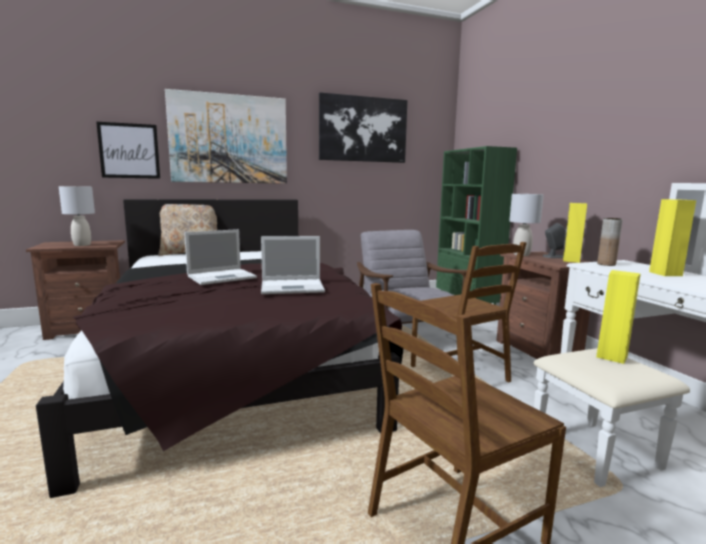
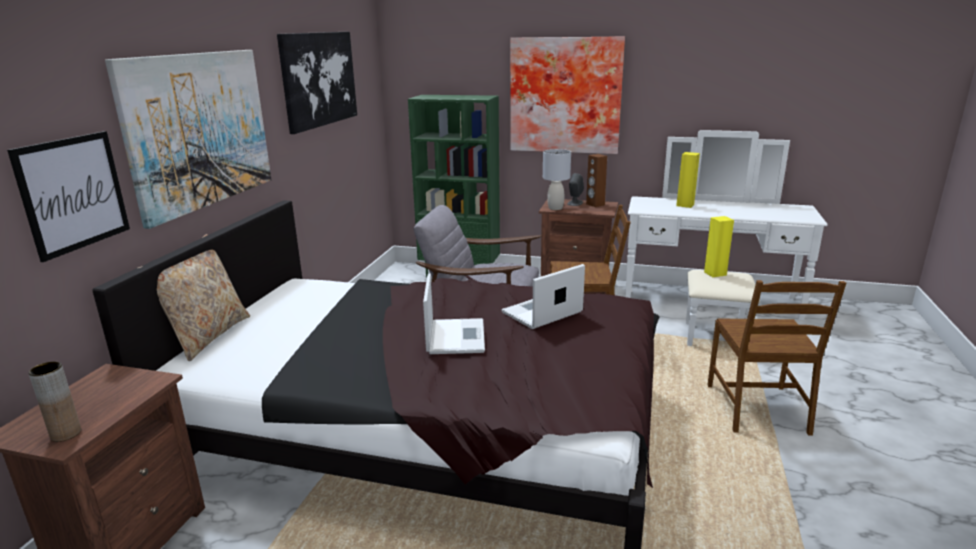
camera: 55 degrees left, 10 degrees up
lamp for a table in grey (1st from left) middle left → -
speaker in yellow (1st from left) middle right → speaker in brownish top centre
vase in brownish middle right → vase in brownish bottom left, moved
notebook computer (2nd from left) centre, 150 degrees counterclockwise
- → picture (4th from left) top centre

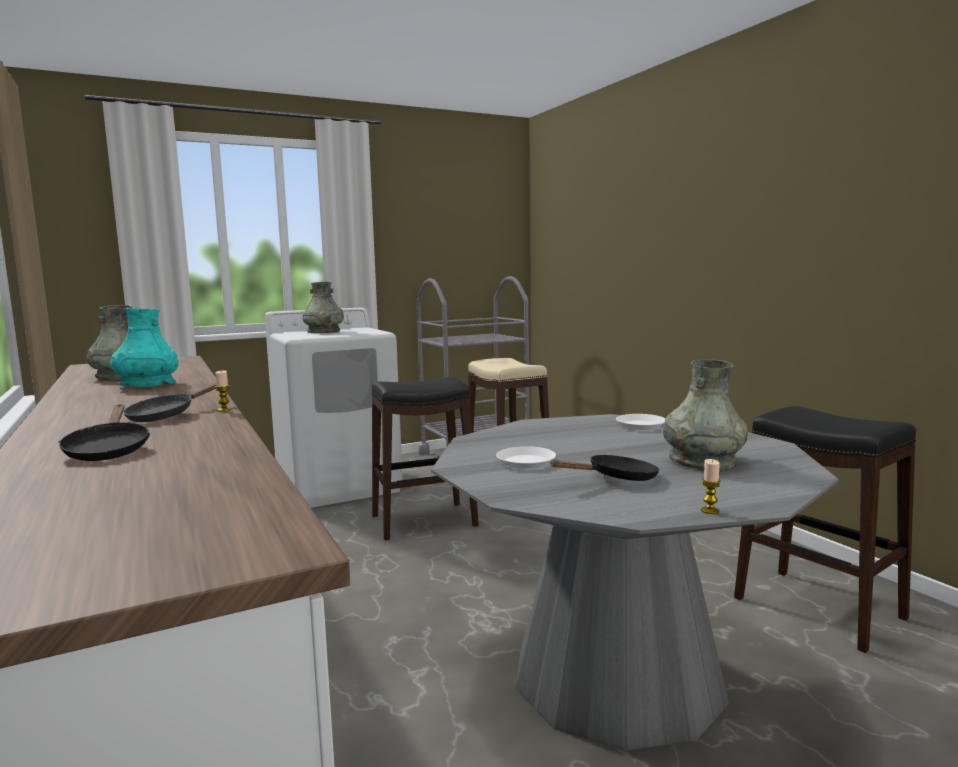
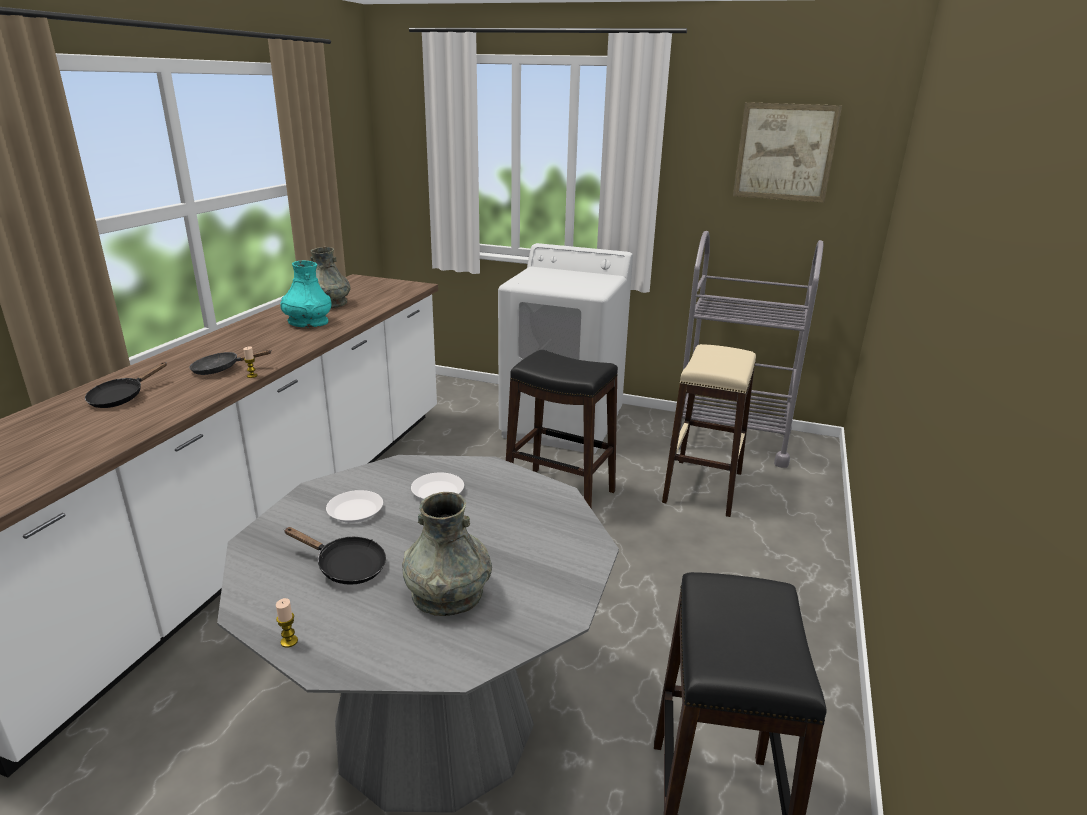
camera: 45 degrees right, 15 degrees up
vase in grey (2nd from left) centre → -
dinner plate in whitish (2nd from left) middle right → dinner plate in whitish (2nd from left) centre, moved
- → picture top right

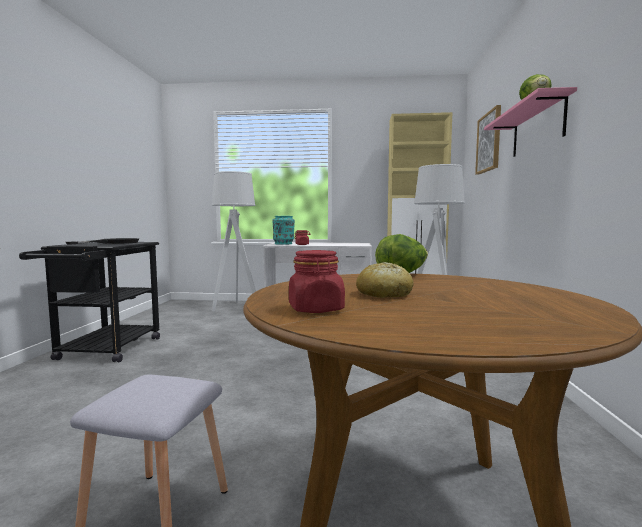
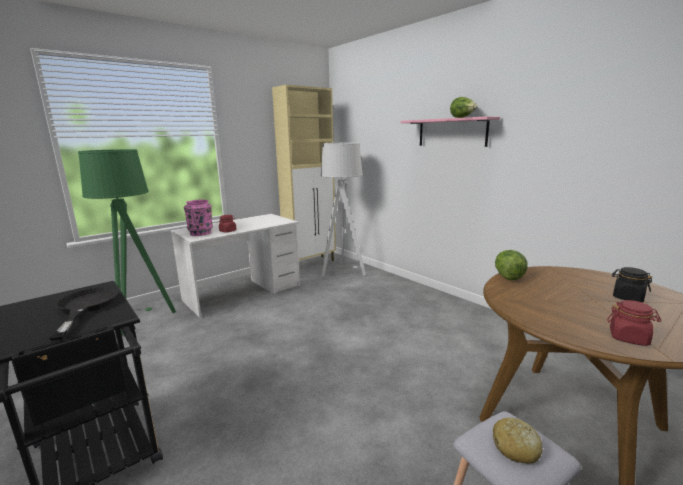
camera: 45 degrees left, 10 degrees up
picture top right → -
floor lamp in grey (1st from left) centre → floor lamp in greenish middle left
vase in blue-green centre → vase in pinkish middle left
bread centre → bread bottom right, moved
- → jar in blackish middle right

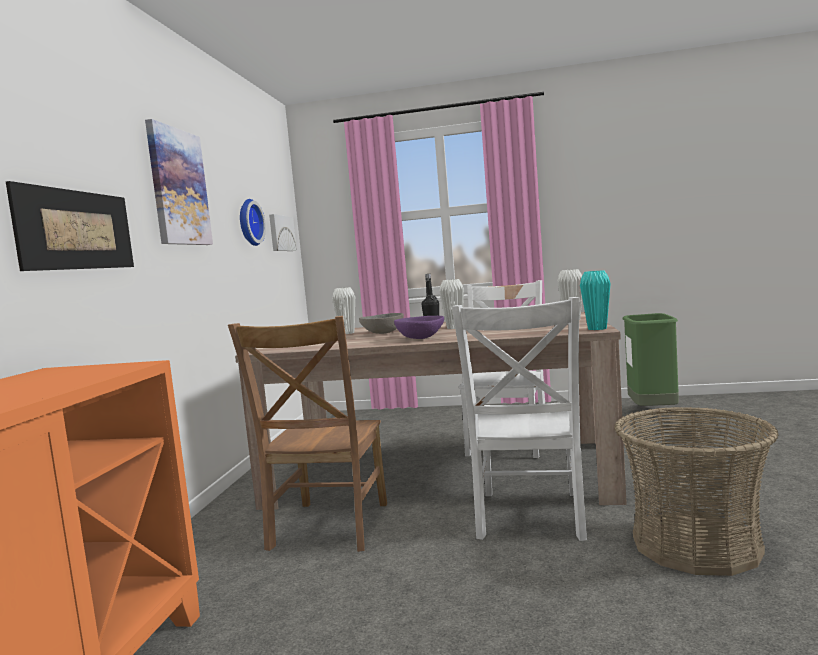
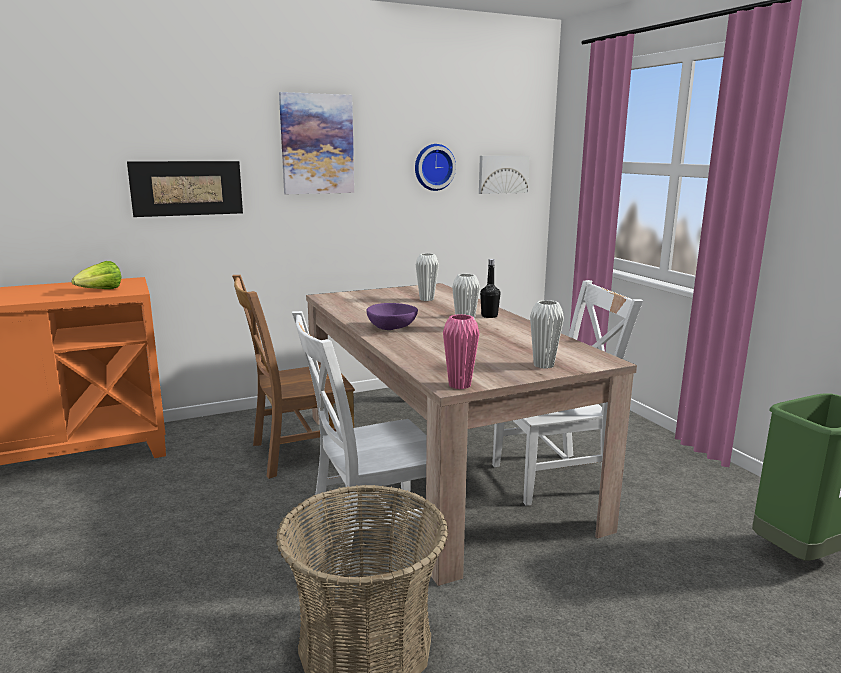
camera: 55 degrees right, 10 degrees up
vase in blue-green middle right → vase in pinkish centre
bowl in grey centre → -
- → lettuce middle left

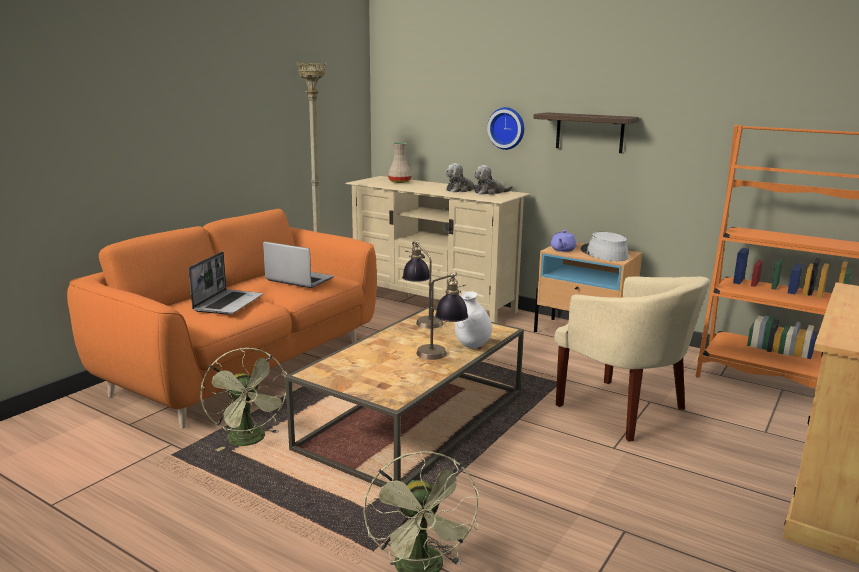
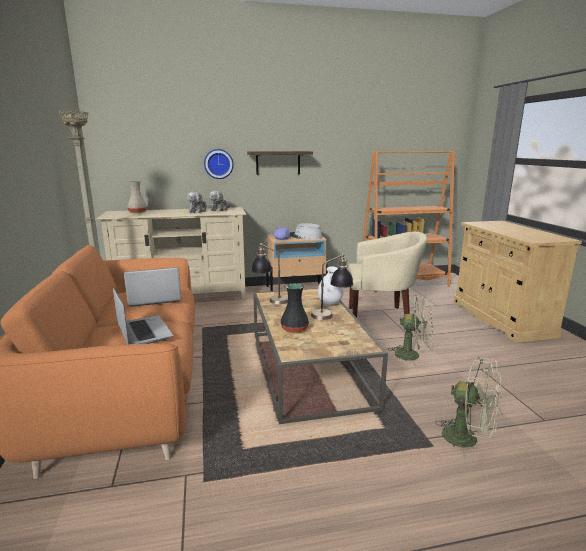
camera: 45 degrees left, 0 degrees up
cooling fan in greenish (1st from left) bottom left → cooling fan in greenish (1st from left) middle right, moved
- → vase in blackish centre

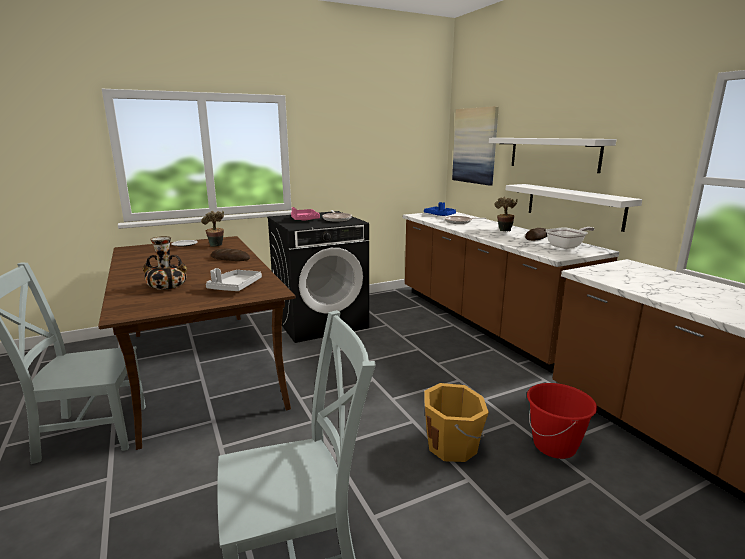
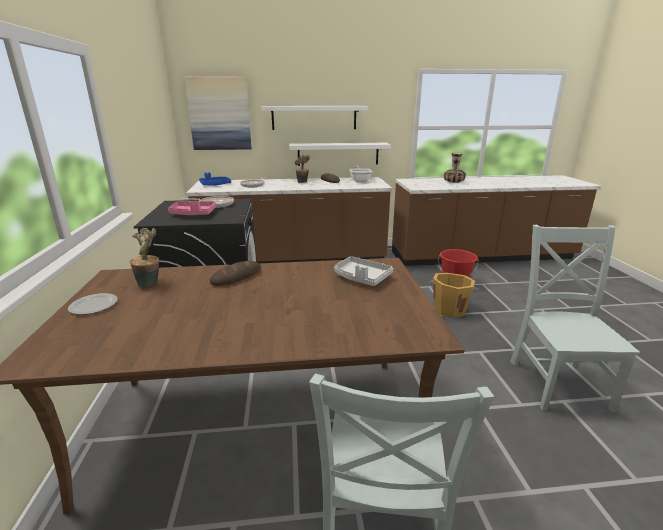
camera: 70 degrees left, 5 degrees up
vase middle left → vase top right, moved

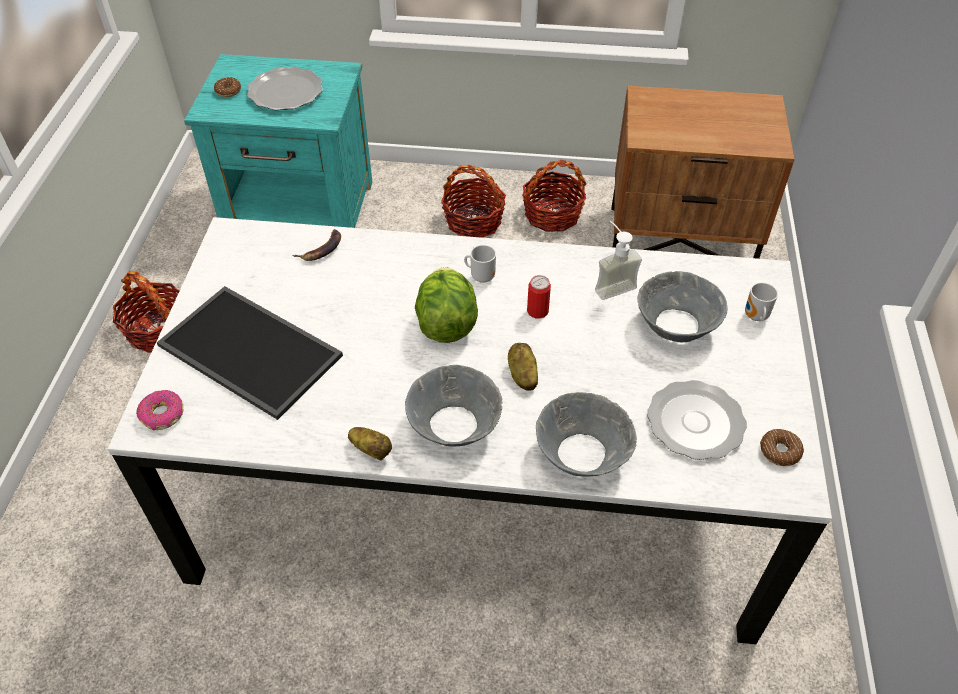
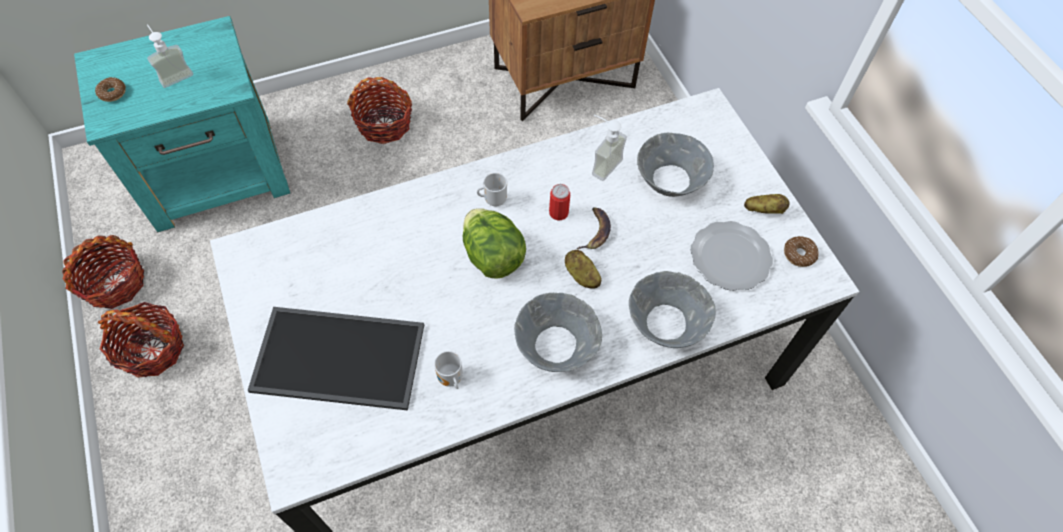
camera: 30 degrees left, 10 degrees up
dinner plate (1st from left) top left → soap bottle (1st from left) top left
household basket (3rd from left in the first image) top centre → household basket (1st from left) middle left, moved
banana fruit middle left → banana fruit centre, moved
mug (2nd from left in the first image) middle right → mug (1st from left) bottom centre, moved
ring doughnut (1st from left) middle left → -
spud (1st from left in the first image) centre → spud (2nd from left) middle right, moved

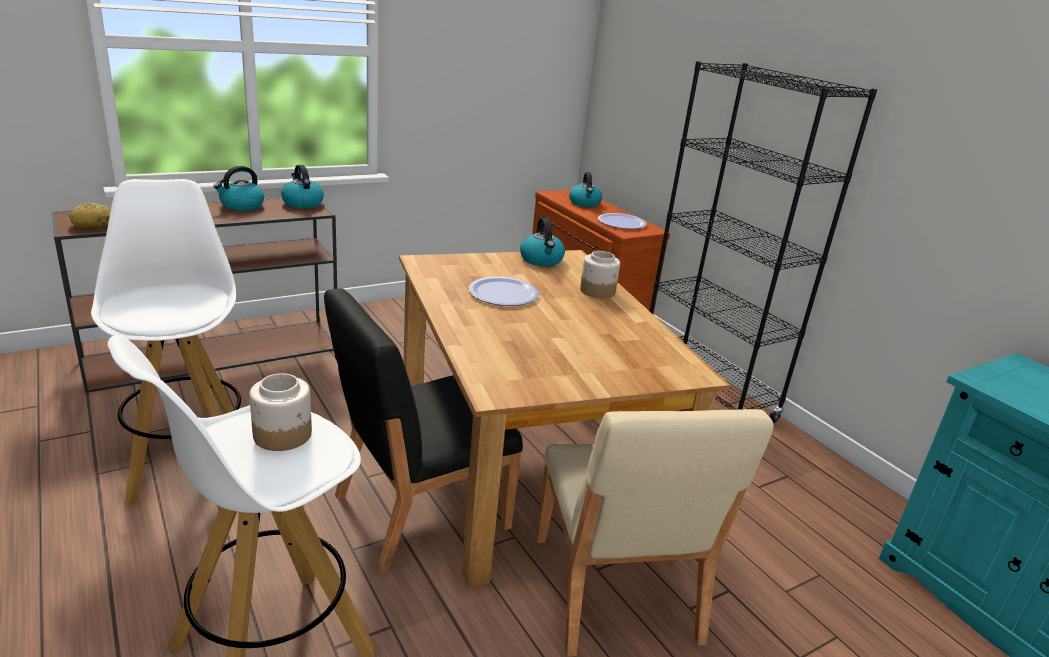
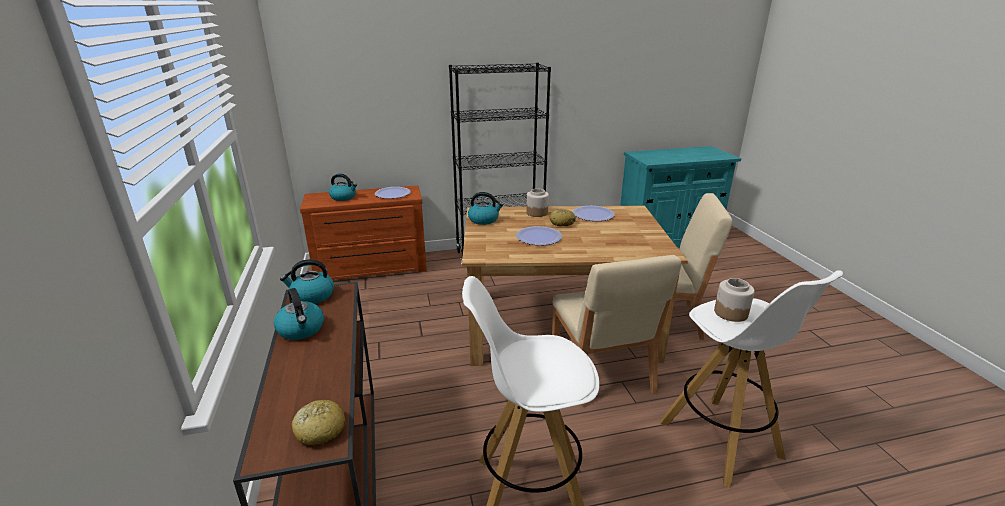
camera: 70 degrees left, 0 degrees up
upright chair in blackish centre → upright chair in beige-coloured (1st from left) centre
- → dinner plate (3rd from left) centre
- → bread (2nd from left) centre

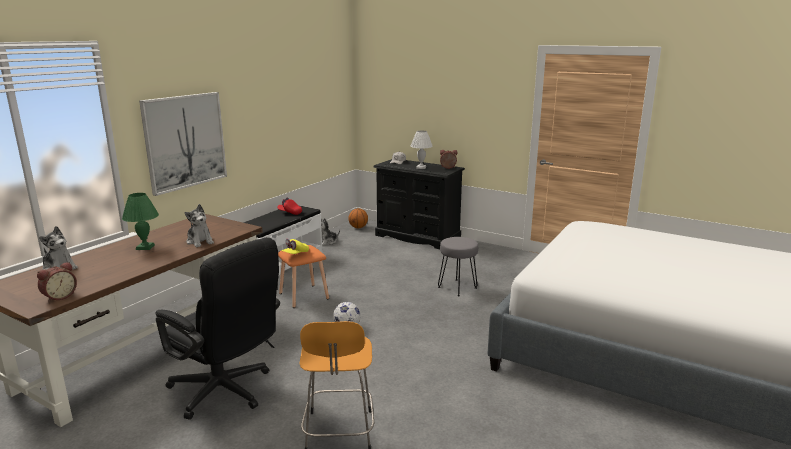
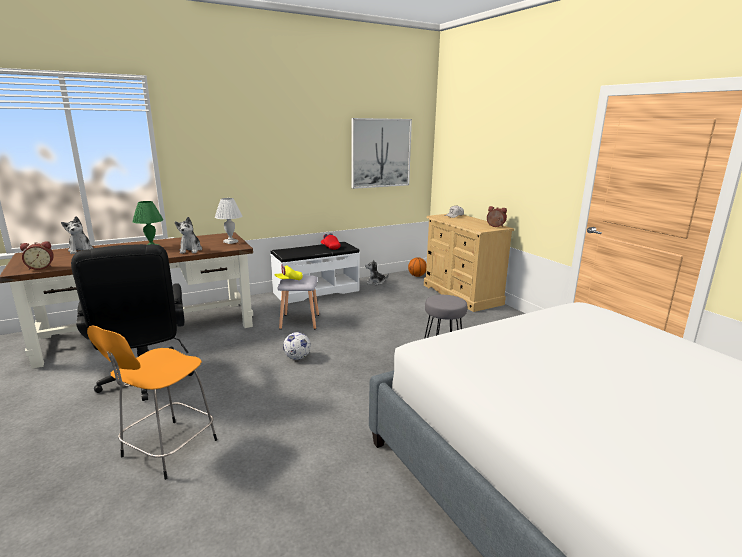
camera: 30 degrees right, 0 degrees up
picture top left → picture top centre, moved
lamp for a table in whitish centre → lamp for a table in whitish middle left, moved
chest of drawers in blackish centre → chest of drawers in beige-coloured centre
stool seat in orangey (1st from left) centre → stool seat in grey (1st from left) centre

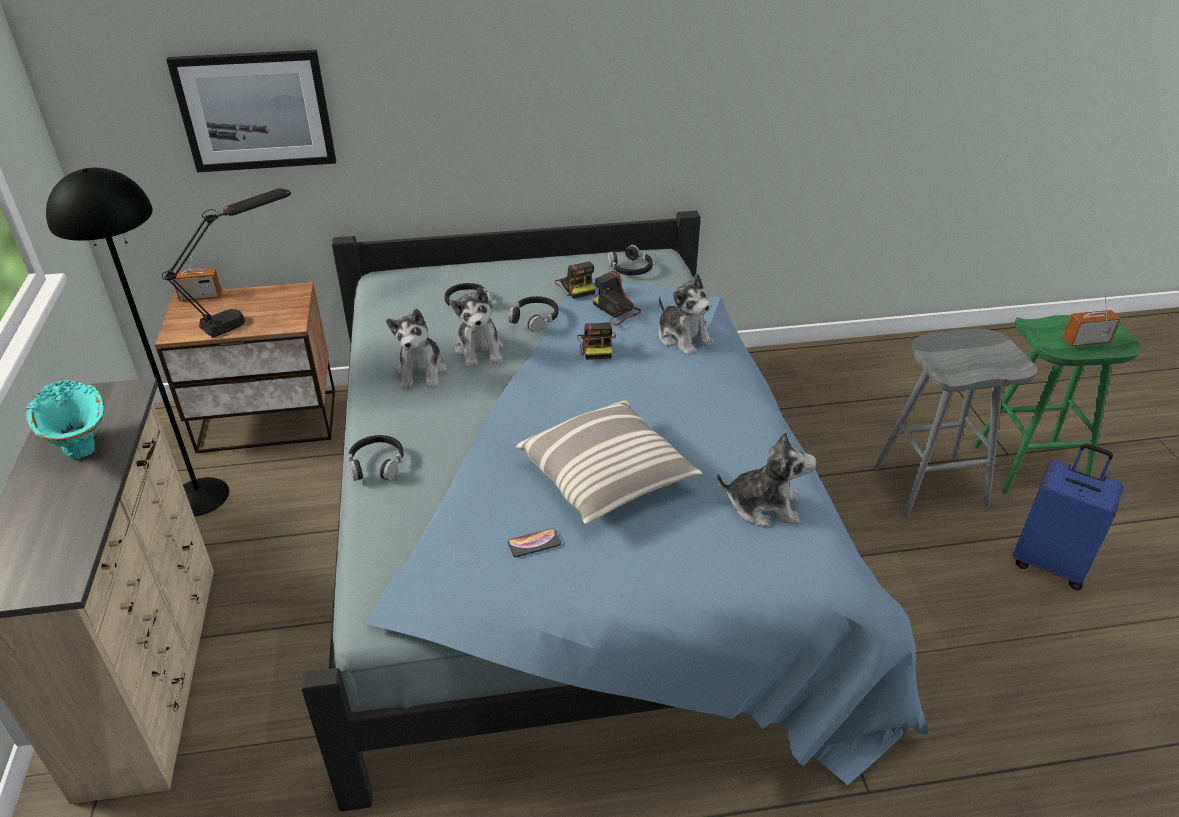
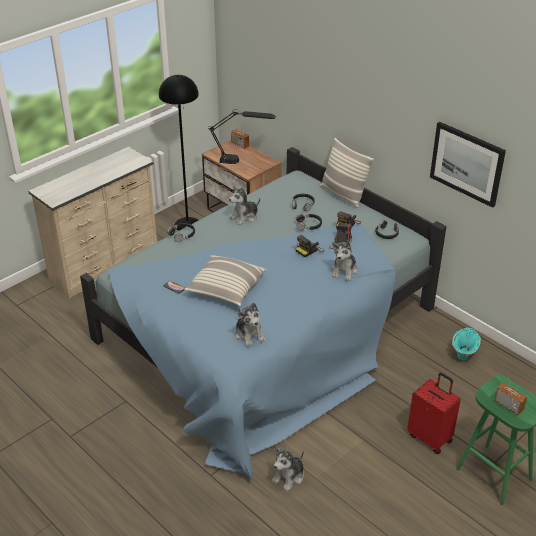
camera: 55 degrees right, 0 degrees up
picture top left → picture top right, moved
soft toy (2nd from left in the first image) centre → soft toy (3rd from left) bottom centre, moved
stool seat in grey middle right → travel case in red bottom right
vase in blue-green middle left → vase in blue-green middle right, moved
travel case in blue-coloured middle right → -
- → cushion (2nd from left) top centre

